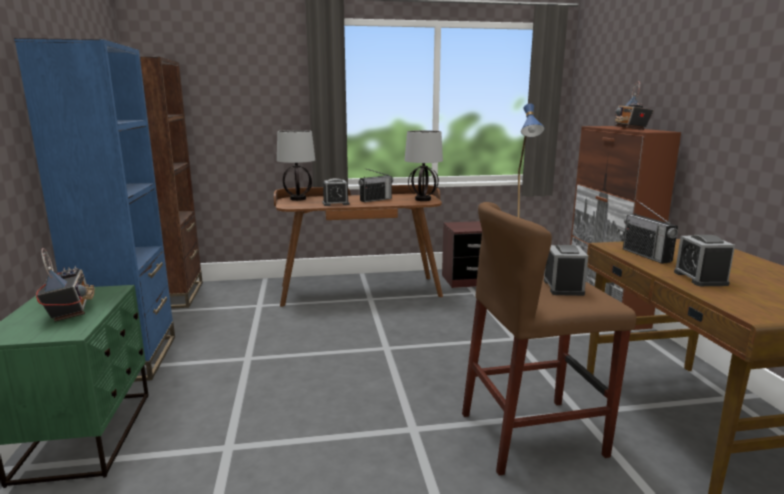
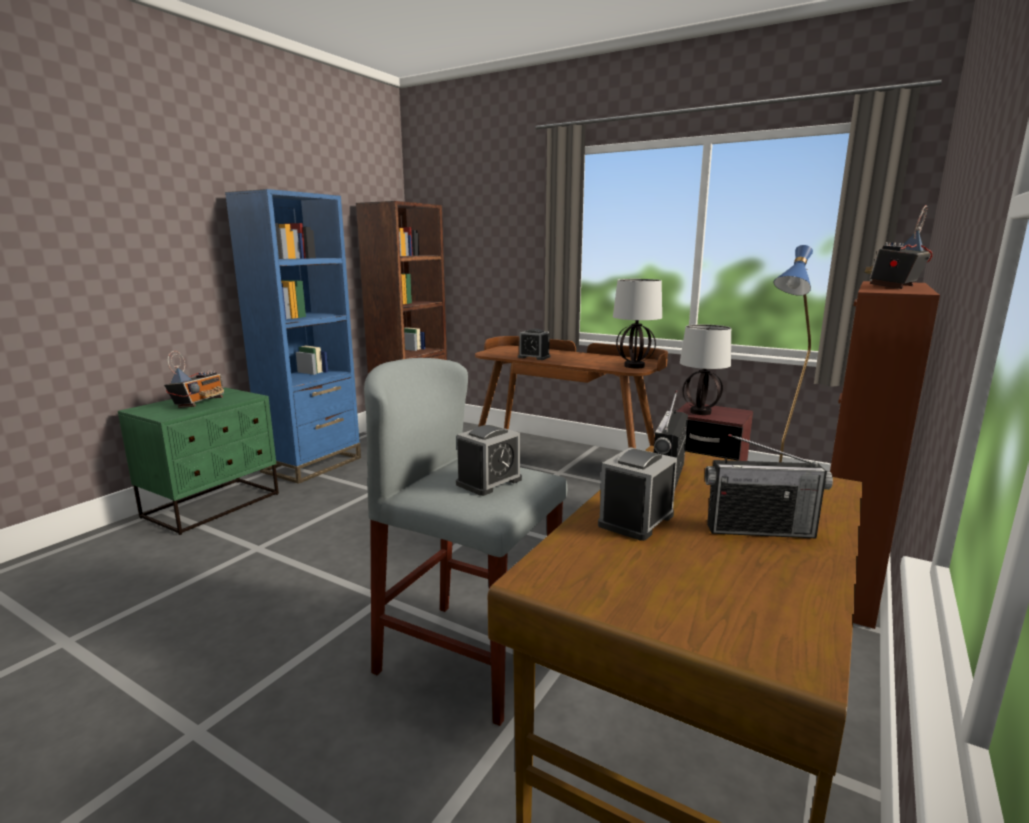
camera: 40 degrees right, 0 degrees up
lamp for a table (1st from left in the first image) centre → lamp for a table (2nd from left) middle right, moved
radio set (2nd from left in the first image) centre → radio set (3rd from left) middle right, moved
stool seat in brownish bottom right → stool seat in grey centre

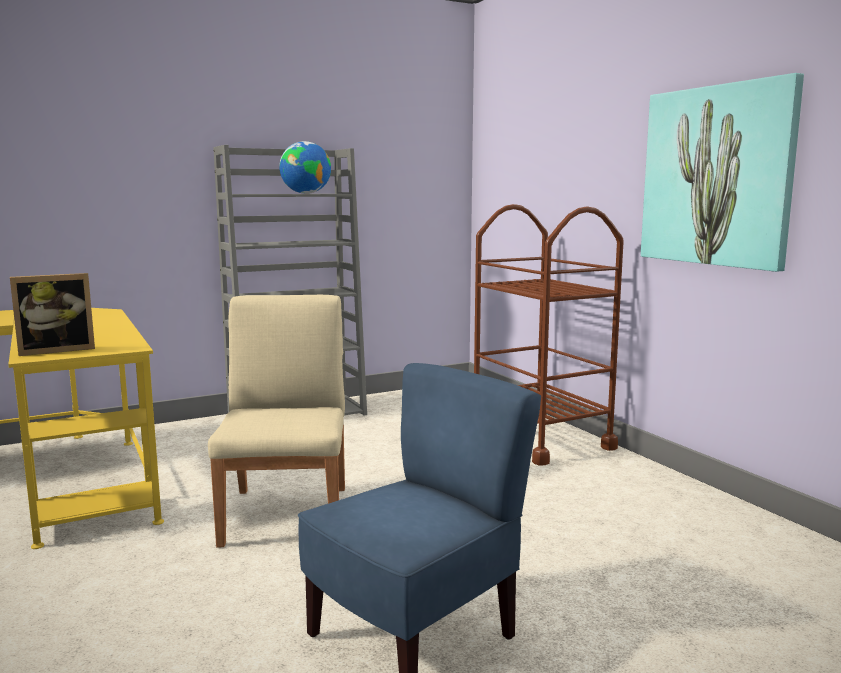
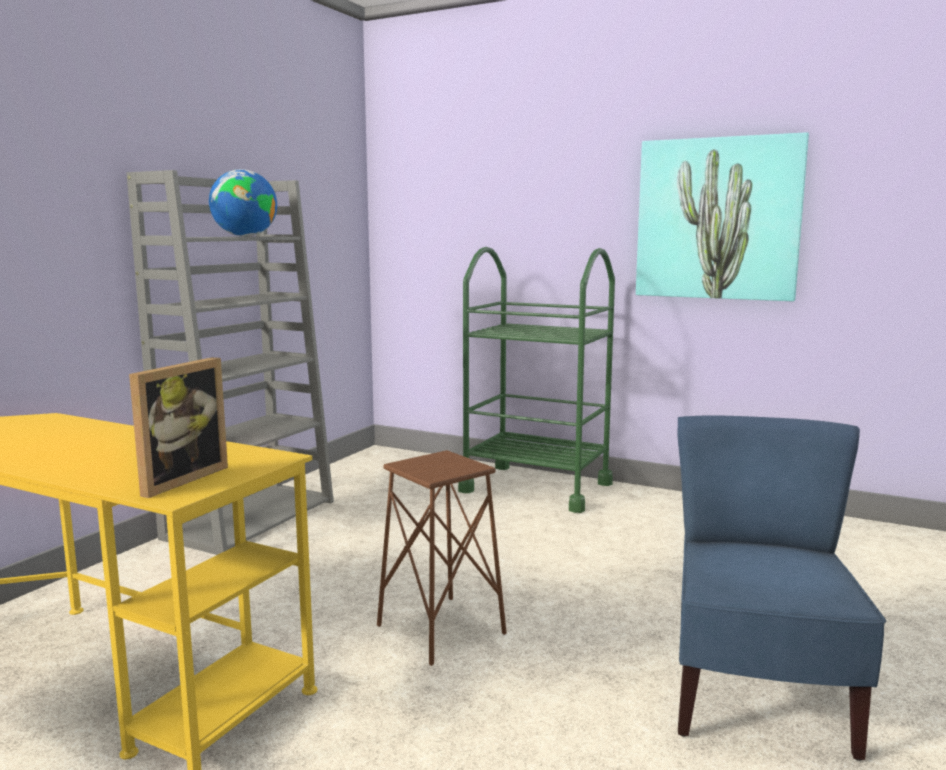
camera: 35 degrees left, 0 degrees up
wheeled cart in brownish centre → wheeled cart in greenish centre
upright chair in beige-coloured middle left → stool seat in brownish bottom centre

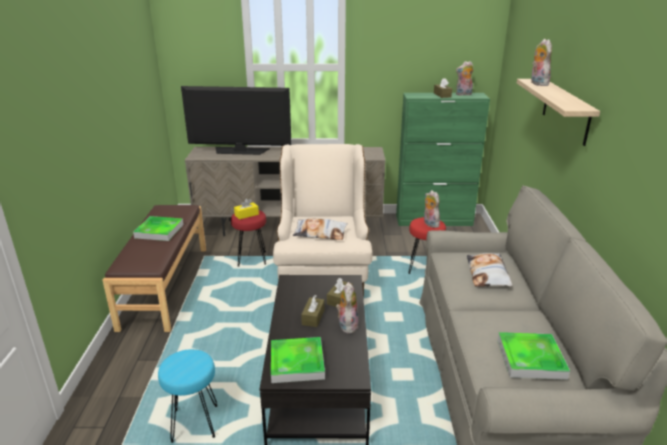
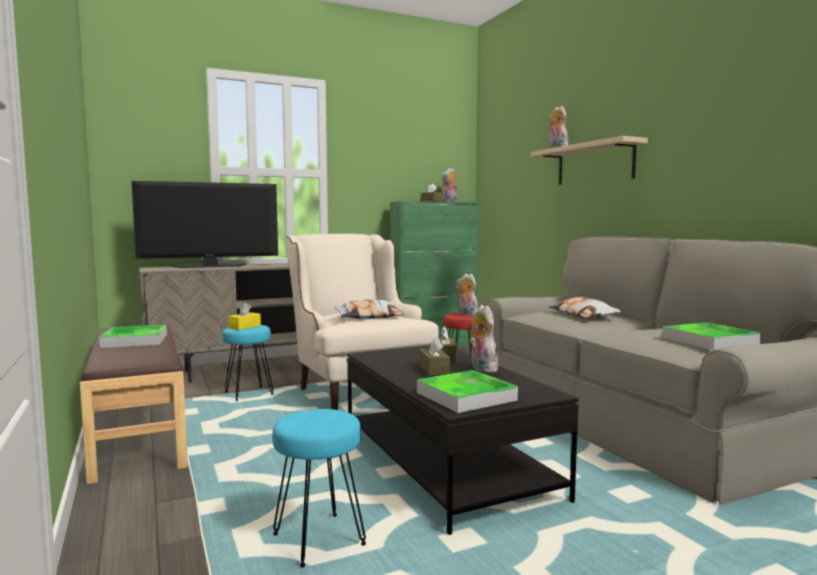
camera: 25 degrees left, 20 degrees down
stool seat in red (1st from left) centre → stool seat in blue-green (1st from left) middle left

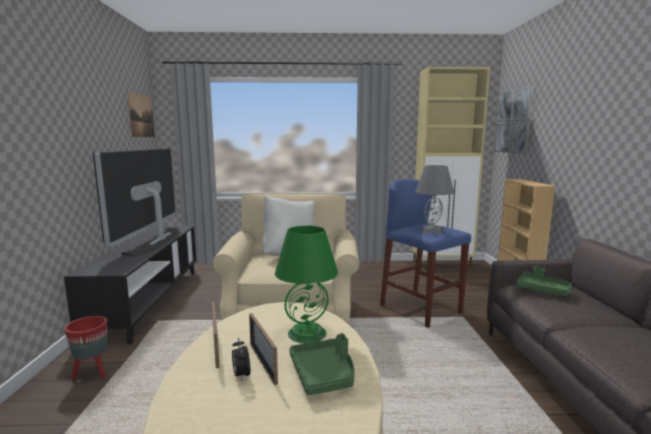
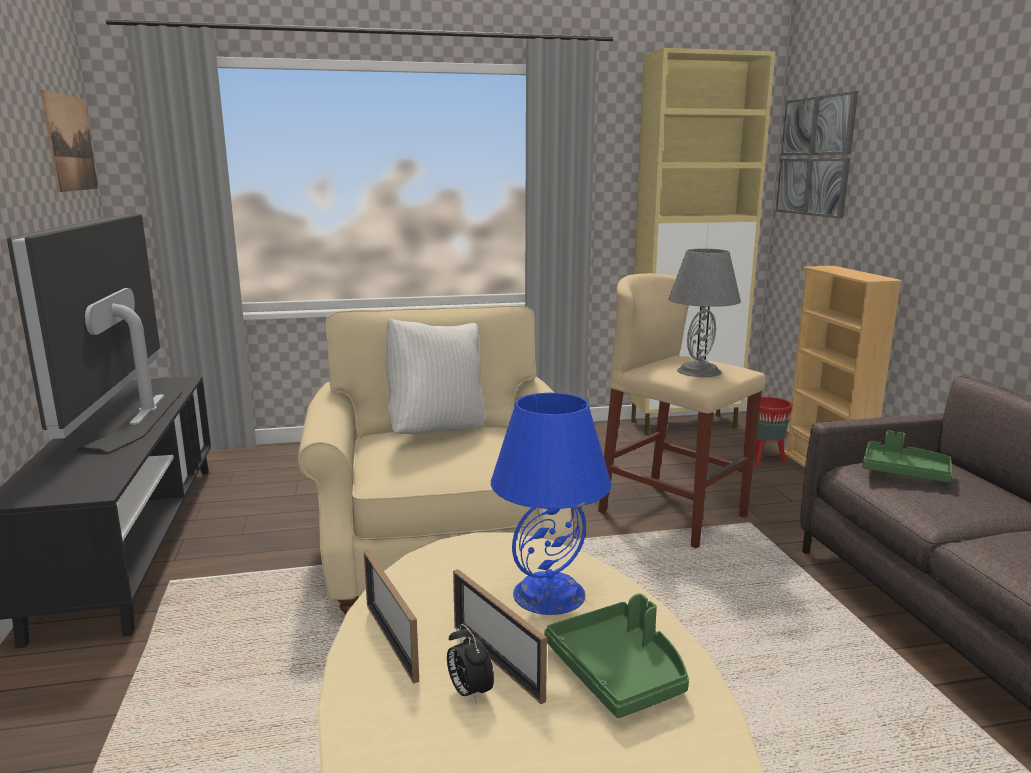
camera: 10 degrees left, 5 degrees up
stool seat in blue-coloured centre → stool seat in beige-coloured centre
lamp for a table in greenish centre → lamp for a table in blue-coloured centre
planter in red bottom left → planter in red middle right, moved

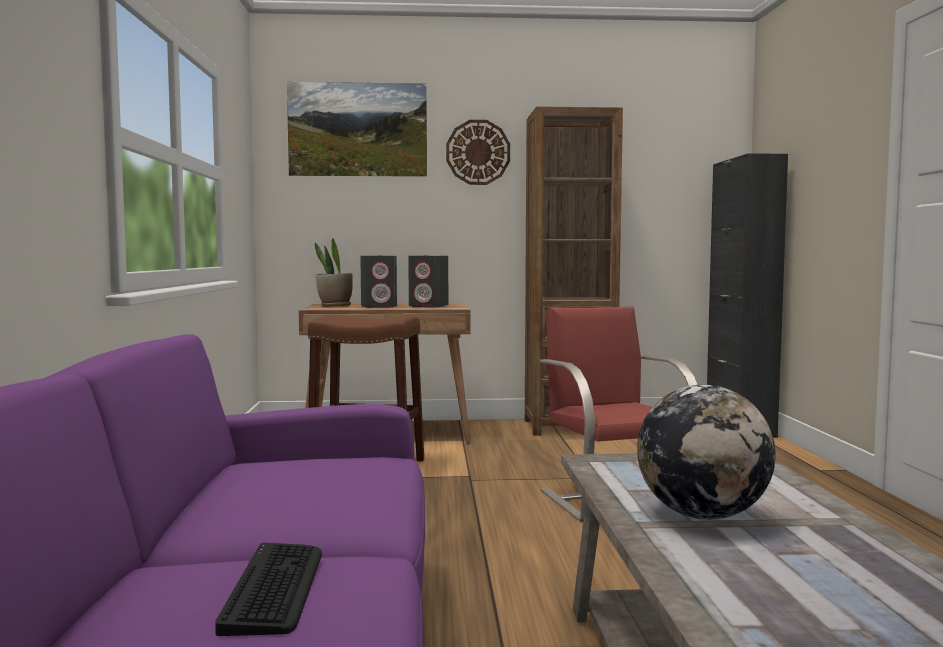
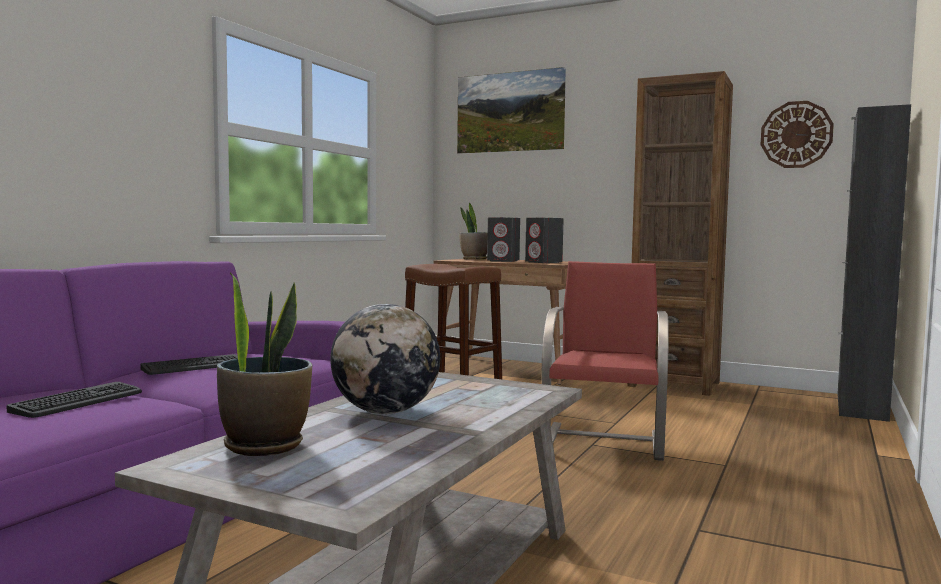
camera: 30 degrees right, 0 degrees up
hanging clock top centre → hanging clock top right, moved
- → plant in a pot (1st from left) middle left
- → computer keyboard (2nd from left) middle left

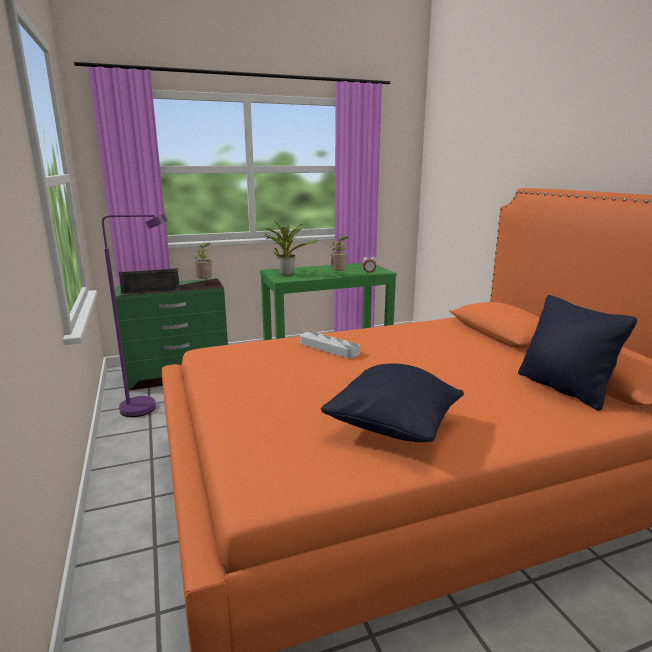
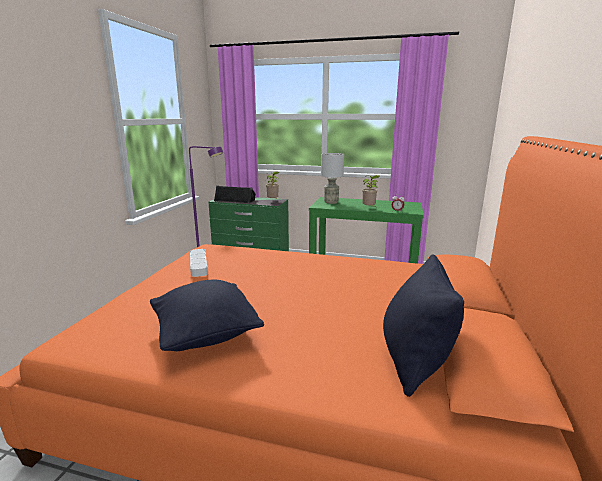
camera: 35 degrees right, 0 degrees up
plant in a pot (2nd from left) centre → lamp for a table in grey centre
carrying tray in grey centre → carrying tray in grey middle left, moved

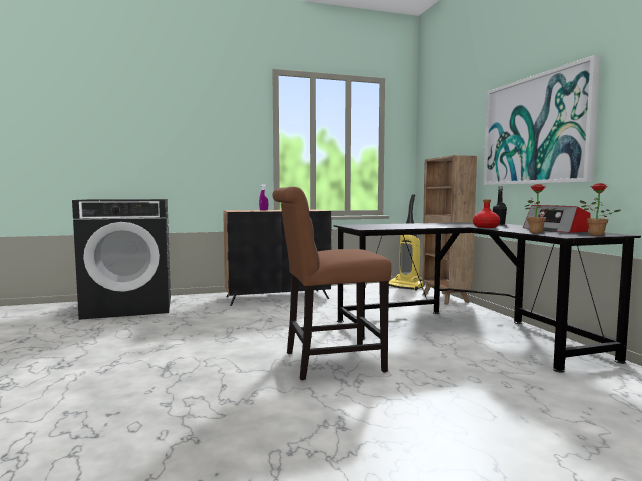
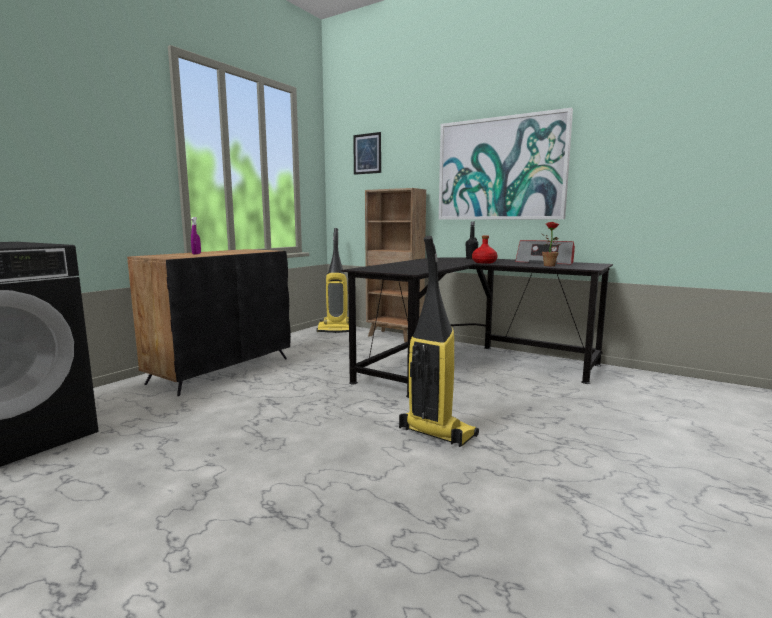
camera: 40 degrees left, 5 degrees up
plant in a pot (2nd from left) middle right → -
upright chair in brownish centre → hoover (2nd from left) centre
- → picture (1st from left) top centre

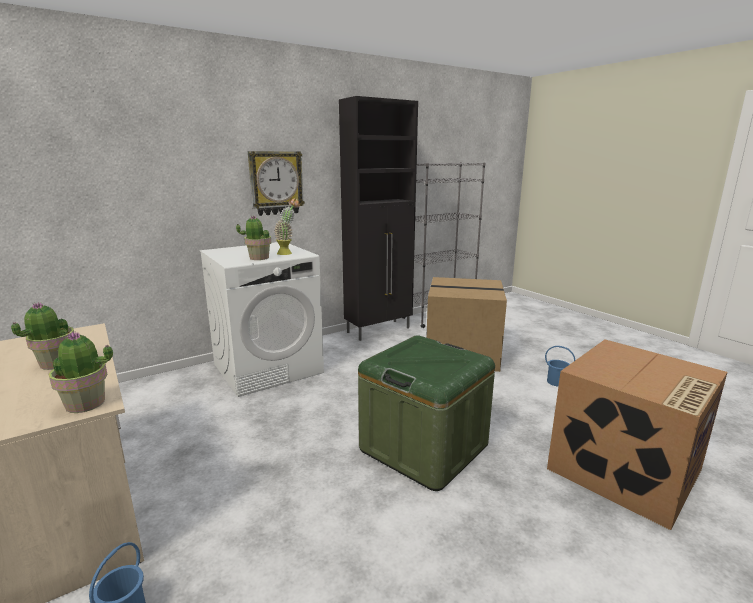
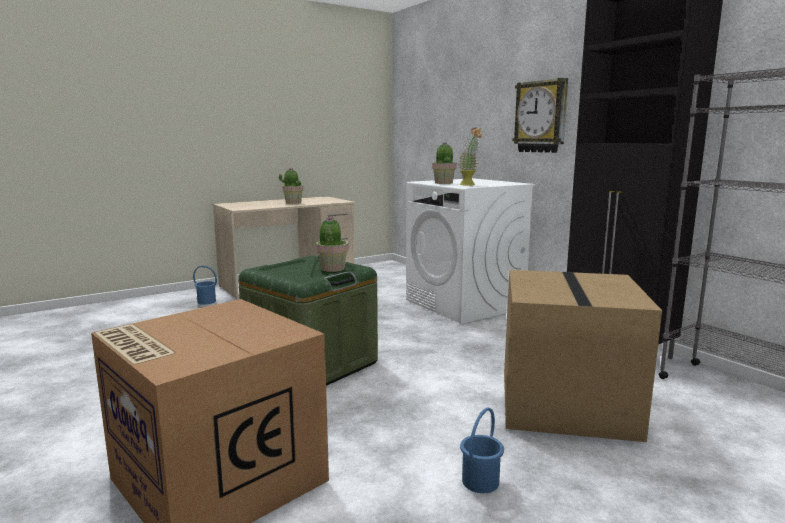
camera: 90 degrees right, 5 degrees down
plant in a pot (2nd from left) middle left → plant in a pot (2nd from left) centre, moved

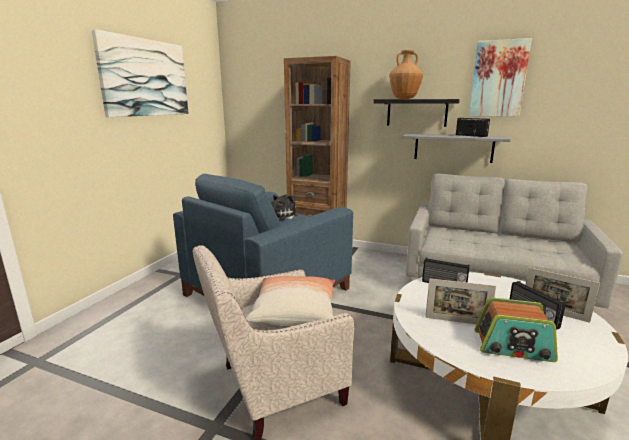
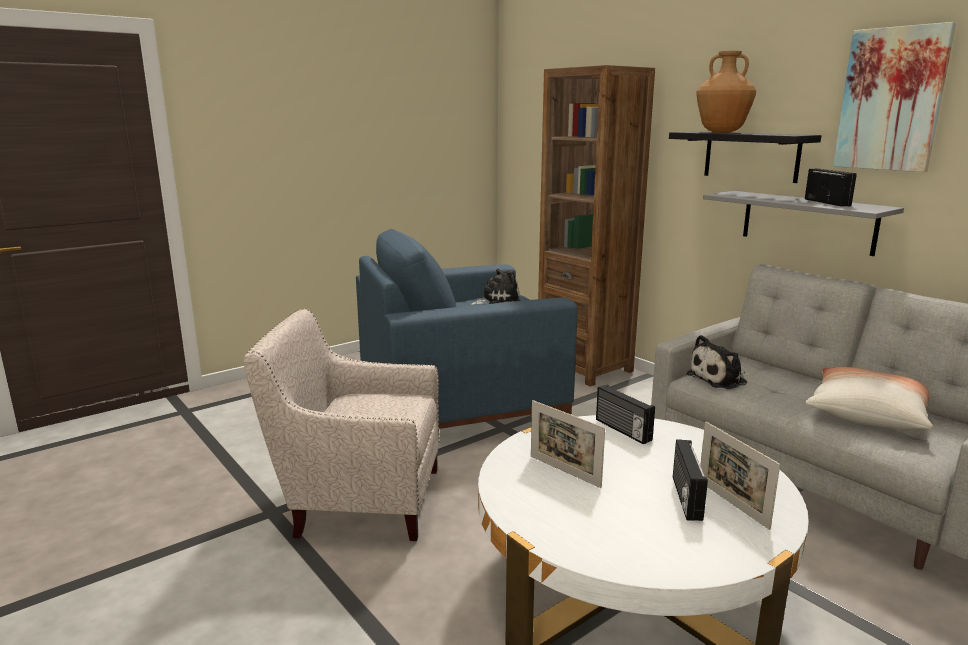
camera: 30 degrees right, 0 degrees up
picture (1st from left) top left → -
cushion bottom centre → cushion middle right, moved
radio set (3rd from left) bottom right → -
- → soft toy (2nd from left) middle right

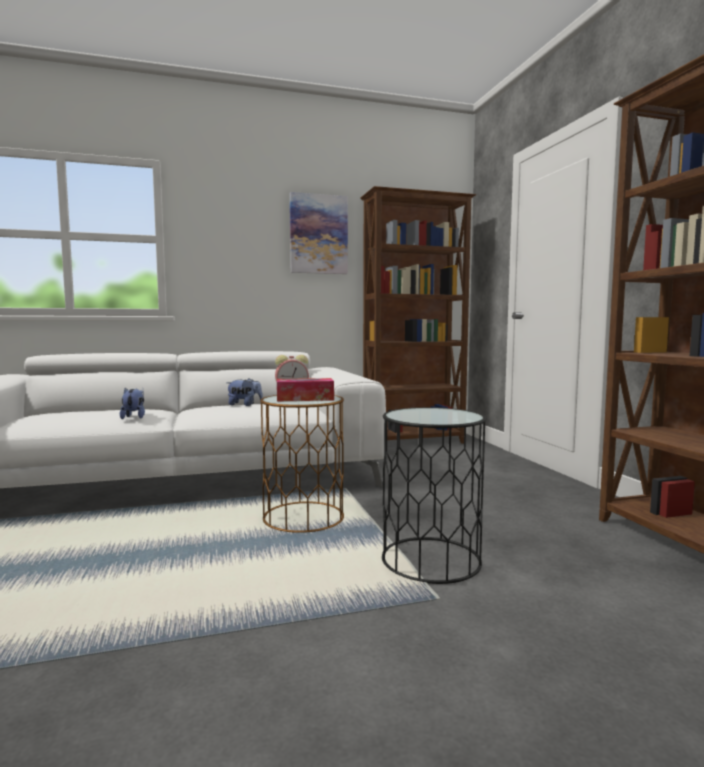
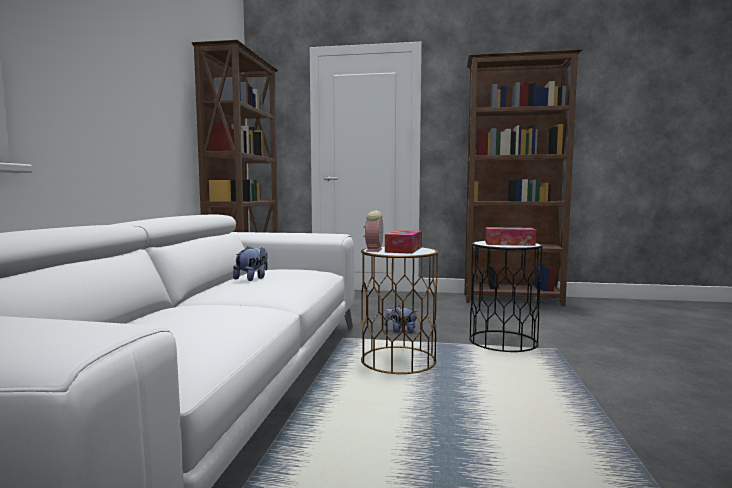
camera: 65 degrees left, 0 degrees up
picture top centre → -
soft toy (1st from left in the first image) middle left → soft toy (2nd from left) centre, moved
- → tissue box (2nd from left) middle right

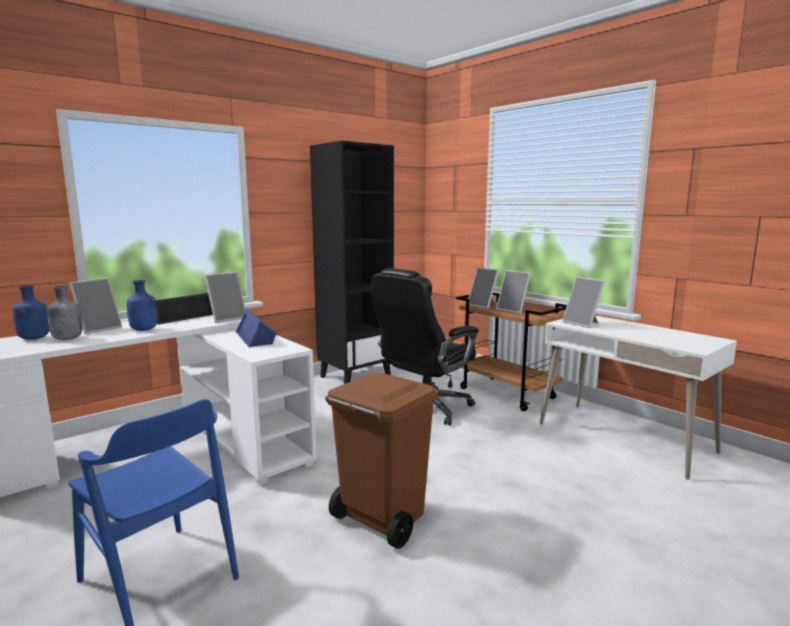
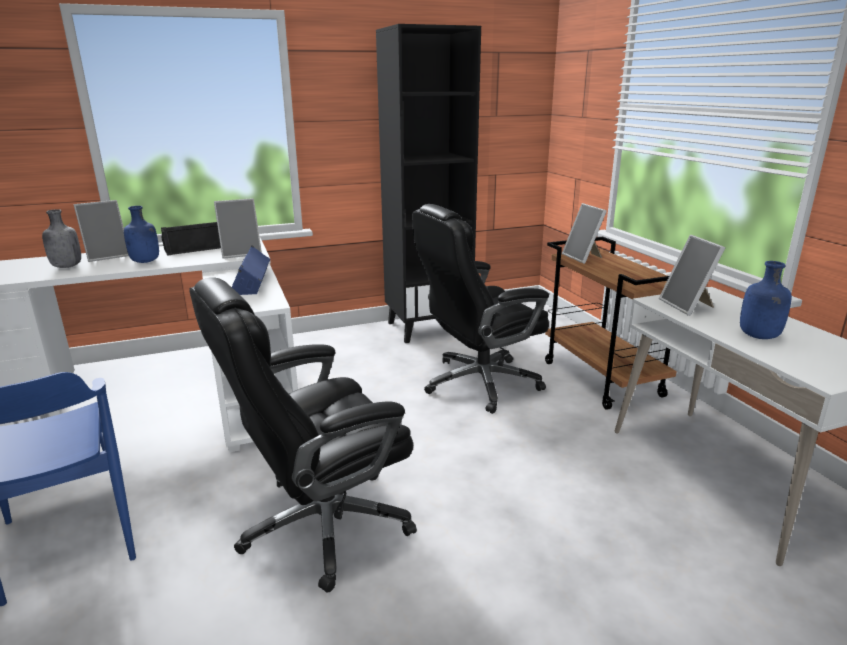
camera: 20 degrees right, 10 degrees up
picture frame (4th from left) centre → -
beverage bottle in blue-coloured (1st from left in the first image) middle left → beverage bottle in blue-coloured (2nd from left) middle right, moved
rubbish bin in brownish bottom centre → desk chair in blackish (1st from left) bottom centre

